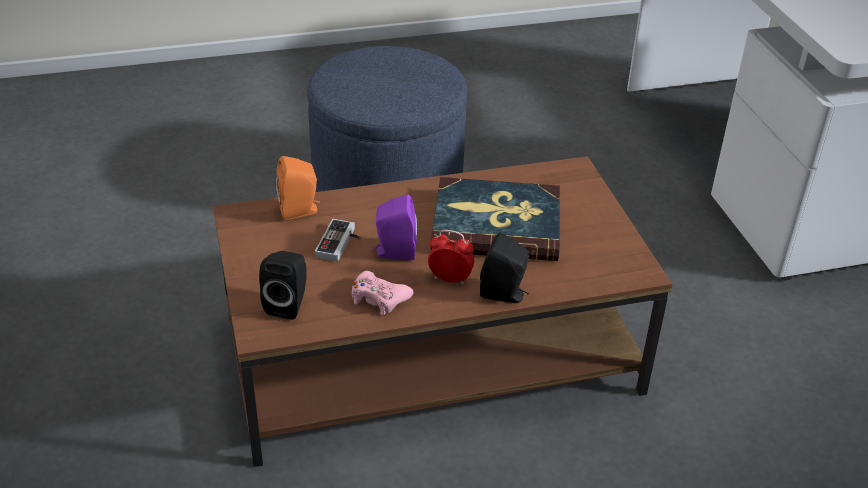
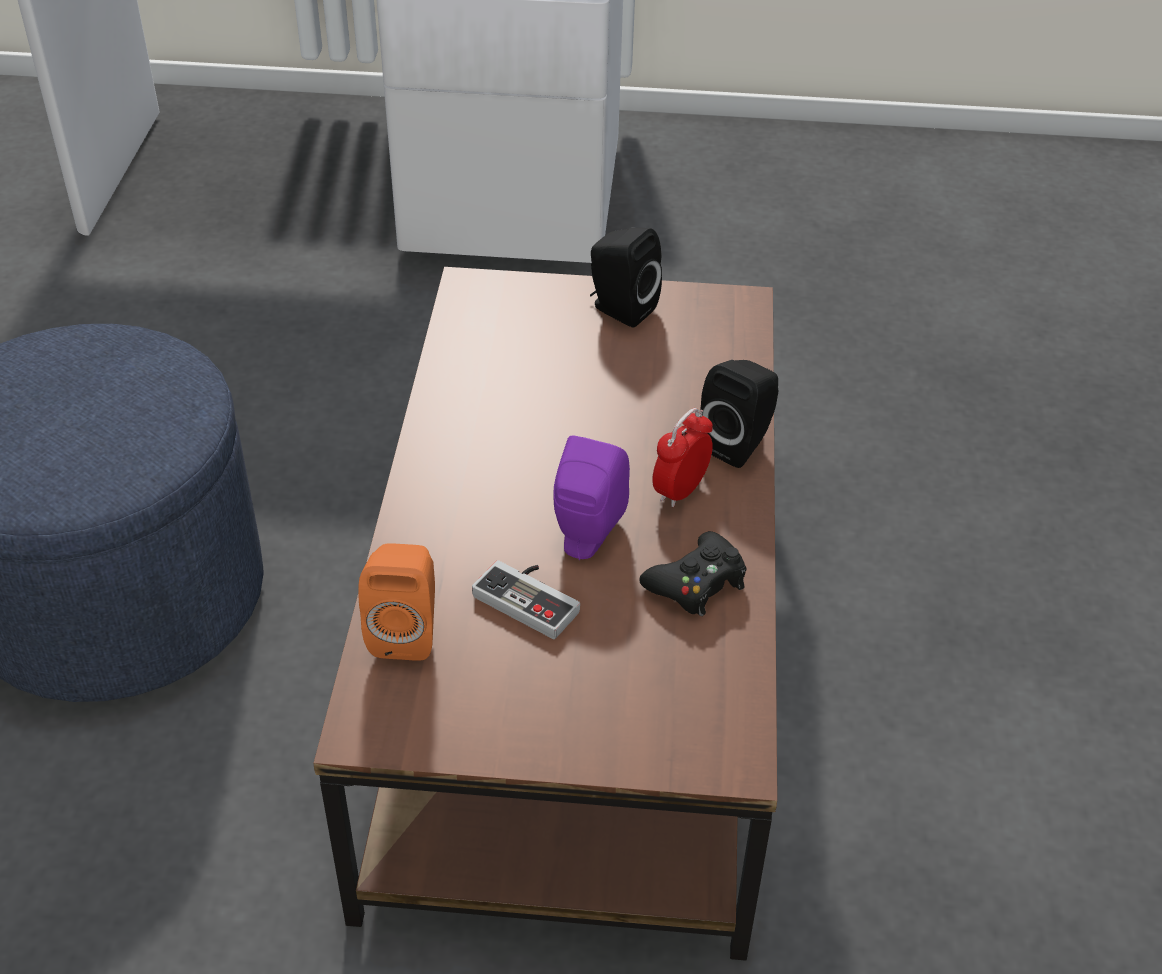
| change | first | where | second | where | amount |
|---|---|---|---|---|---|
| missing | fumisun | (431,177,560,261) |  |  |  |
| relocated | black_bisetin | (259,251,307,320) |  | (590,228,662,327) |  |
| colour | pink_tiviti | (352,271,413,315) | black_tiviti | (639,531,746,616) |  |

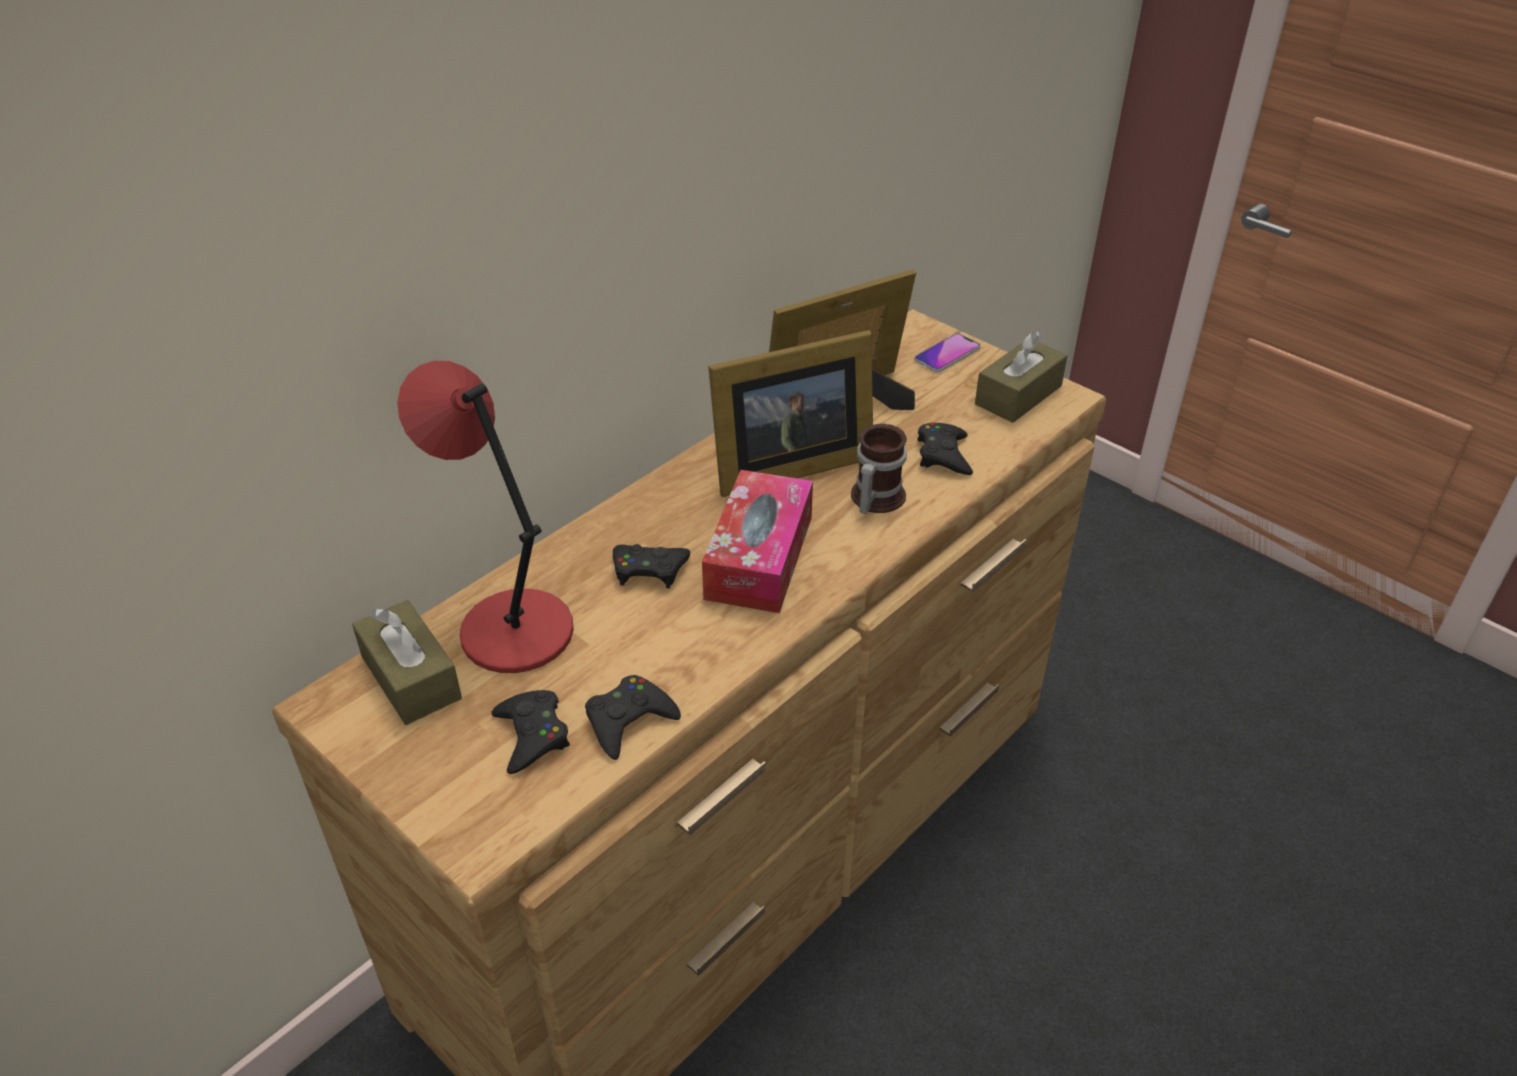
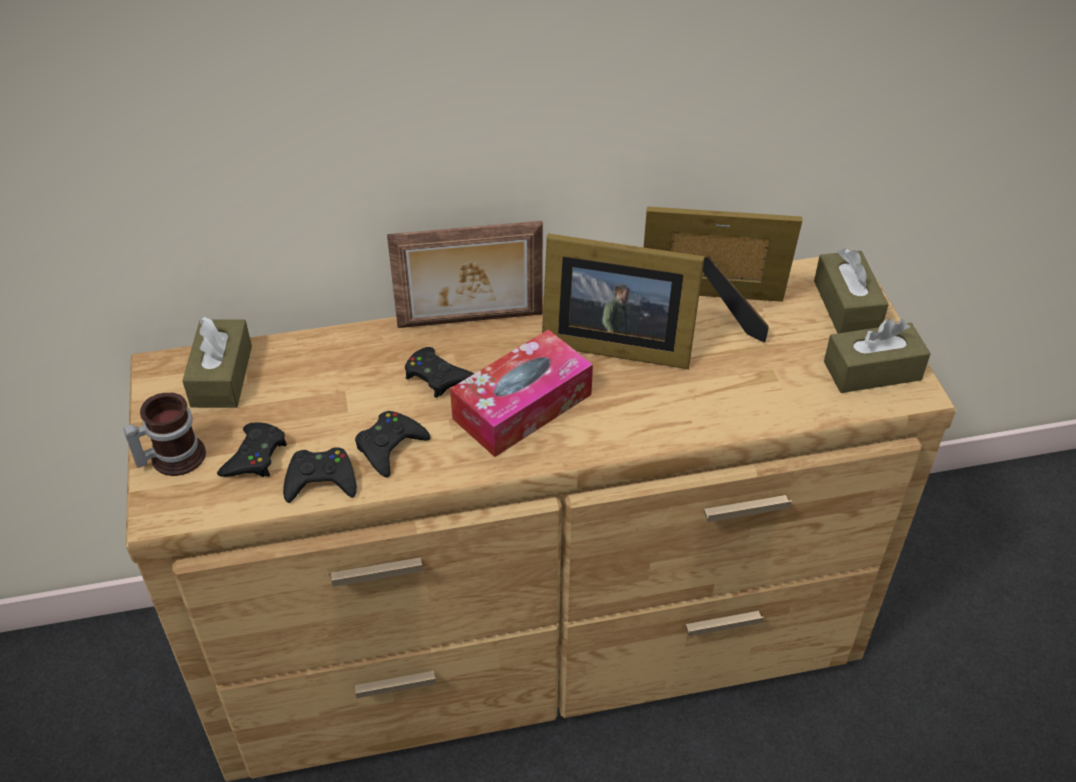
| change | first | where | second | where | amount |
|---|---|---|---|---|---|
| exchanged | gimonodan | (914,333,981,373) | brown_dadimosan | (814,248,889,333) |  |
| missing | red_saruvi | (397,361,574,673) |  |  |  |
| relocated | black_tiviti | (917,422,973,475) |  | (355,411,431,478) |  |
| relocated | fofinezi | (851,424,907,514) |  | (123,393,206,476) |  |
| appeared |  |  | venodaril | (387,221,543,328) |  |

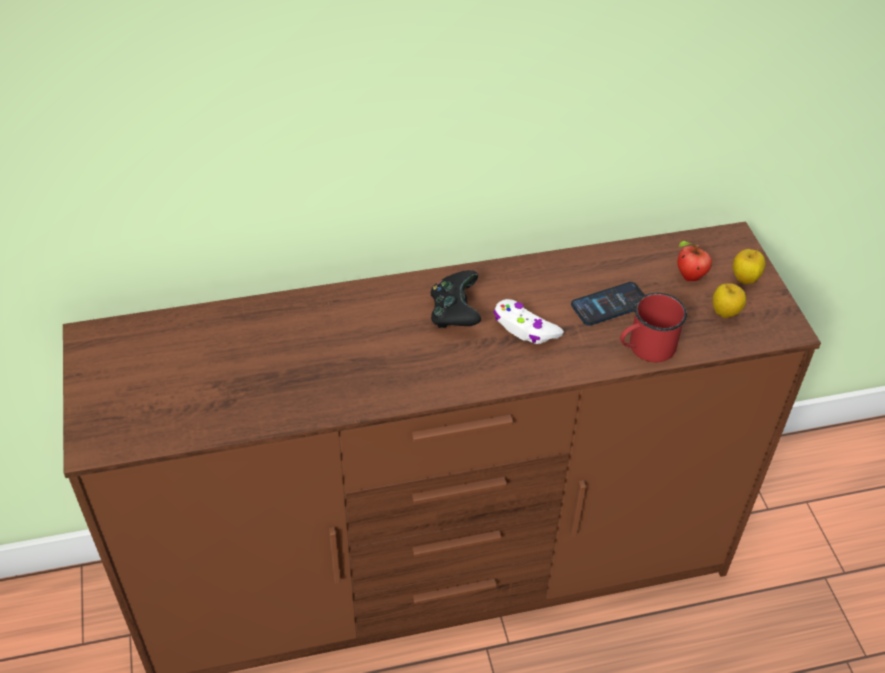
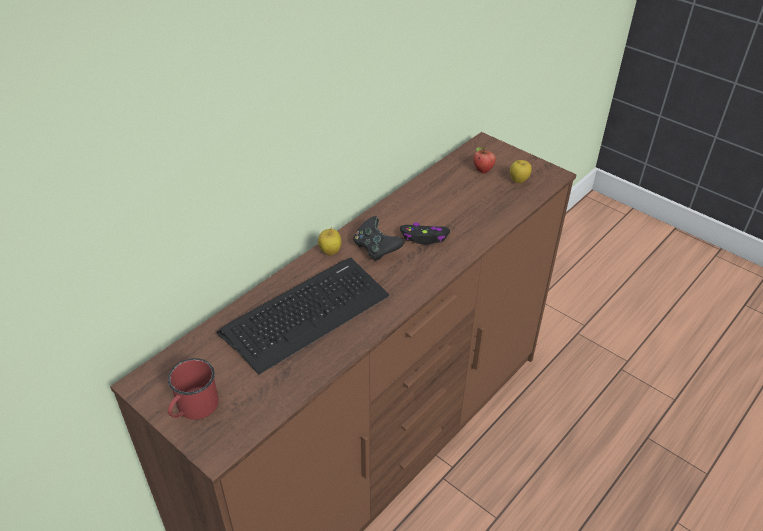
| change | first | where | second | where | amount |
|---|---|---|---|---|---|
| relocated | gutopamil | (733,249,766,284) |  | (318,227,341,256) |  |
| missing | gimonodan | (571,282,645,326) |  |  |  |
| relocated | red_fofinezi | (620,293,687,362) |  | (168,358,219,420) |  |
| colour | white_tiviti | (493,299,564,344) | black_tiviti | (400,222,450,244) |  |
| appeared |  |  | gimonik | (217,258,389,375) |  |

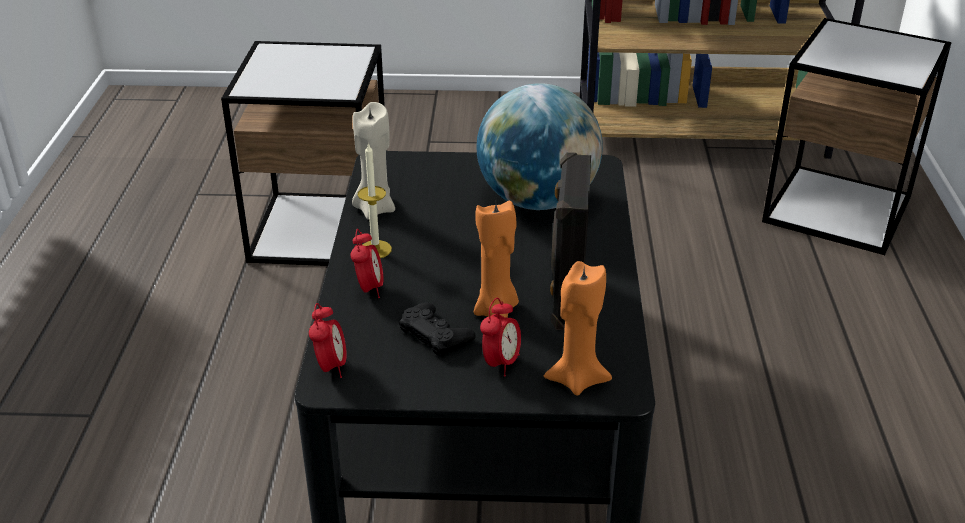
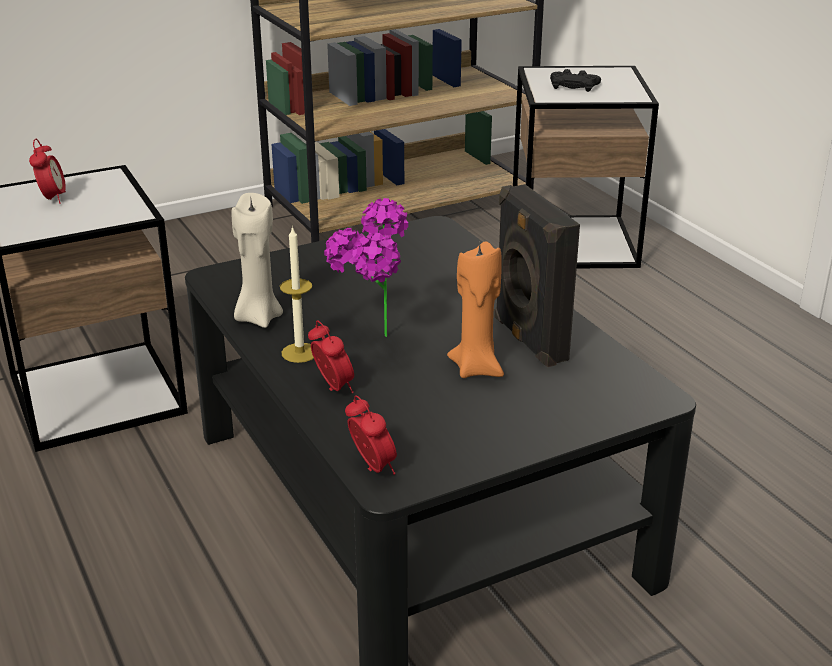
| change | first | where | second | where | amount |
|---|---|---|---|---|---|
| missing | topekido | (476,83,603,210) |  |  |  |
| missing | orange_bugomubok | (544,261,612,396) |  |  |  |
| relocated | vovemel | (480,298,521,376) |  | (29,139,66,204) |  |
| relocated | black_tiviti | (399,302,476,355) |  | (550,69,601,92) |  |
| appeared |  |  | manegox | (324,198,408,337) |  |

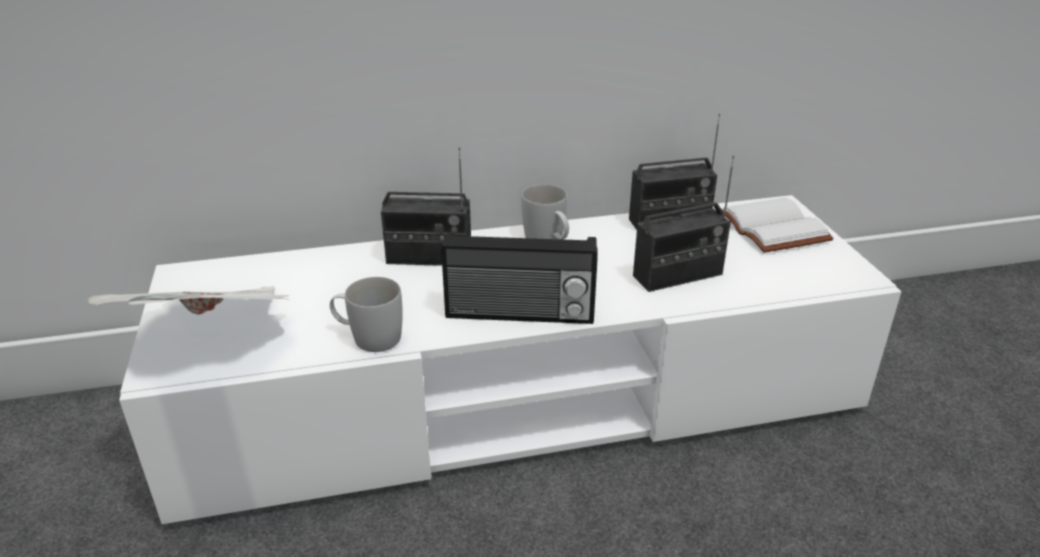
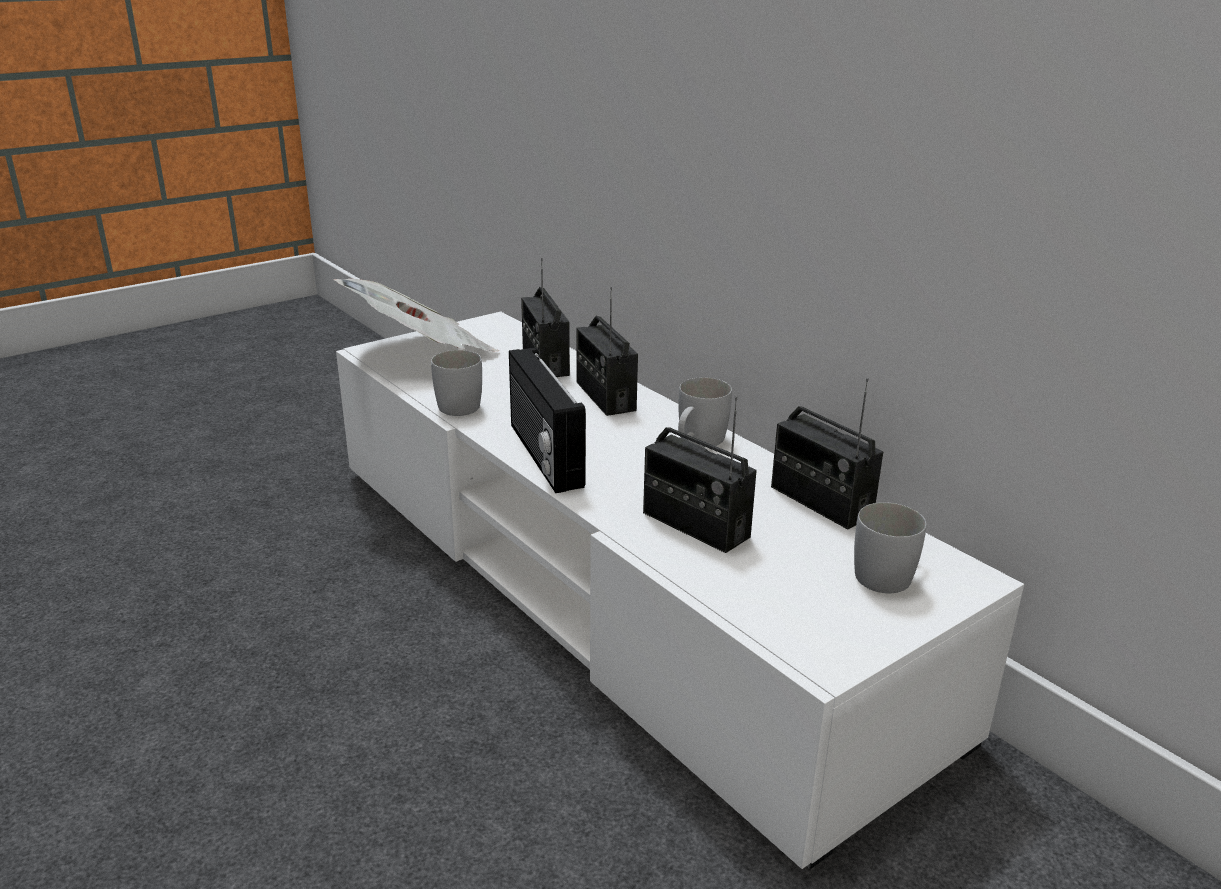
| change | first | where | second | where | amount |
|---|---|---|---|---|---|
| exchanged | white_fumisun | (721,197,834,253) | white_fofinezi | (854,502,926,593) |  |
| appeared |  |  | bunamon | (521,258,570,377) |  |

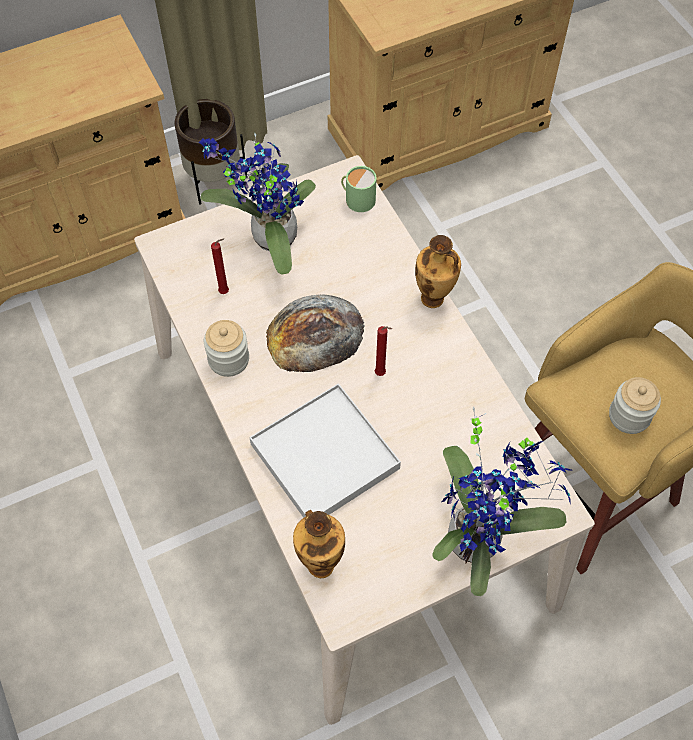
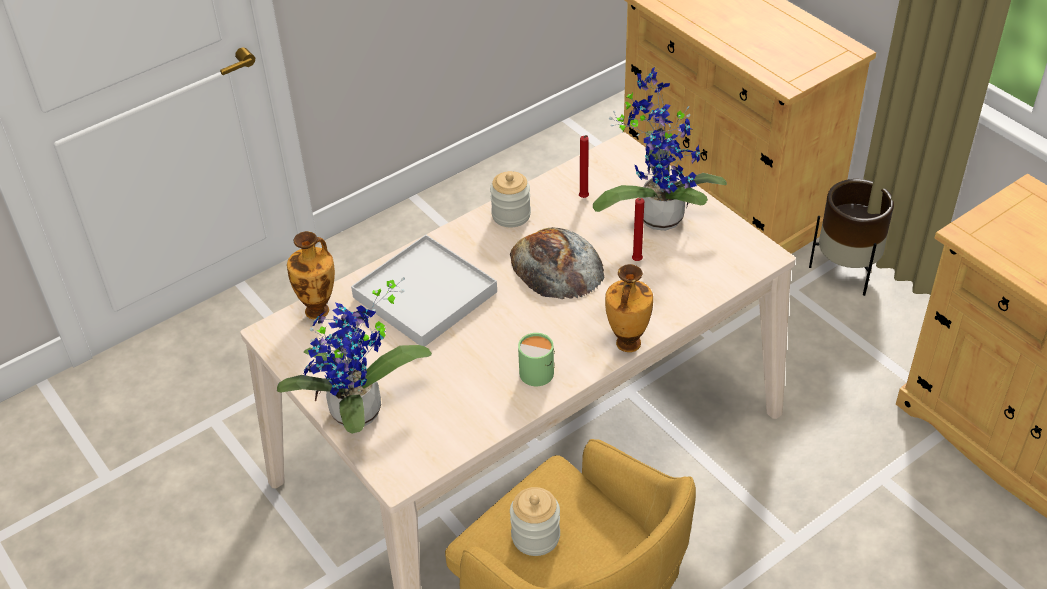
| change | first | where | second | where | amount |
|---|---|---|---|---|---|
| relocated | green_fofinezi | (341,166,376,212) |  | (518,333,555,386) |  |
| relocated | red_bugomubok | (375,326,392,376) |  | (632,198,644,261) |  |

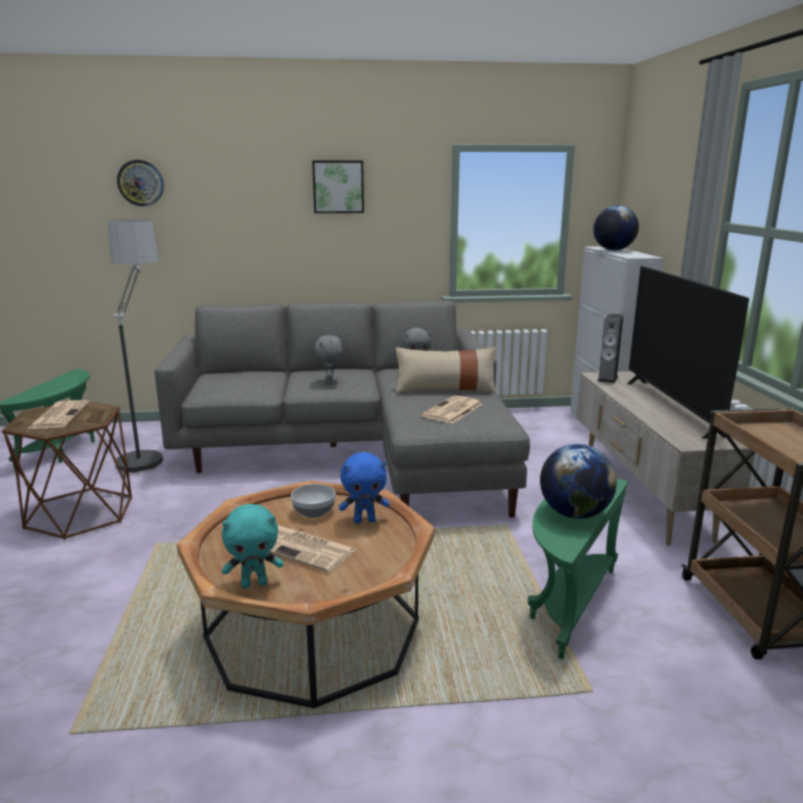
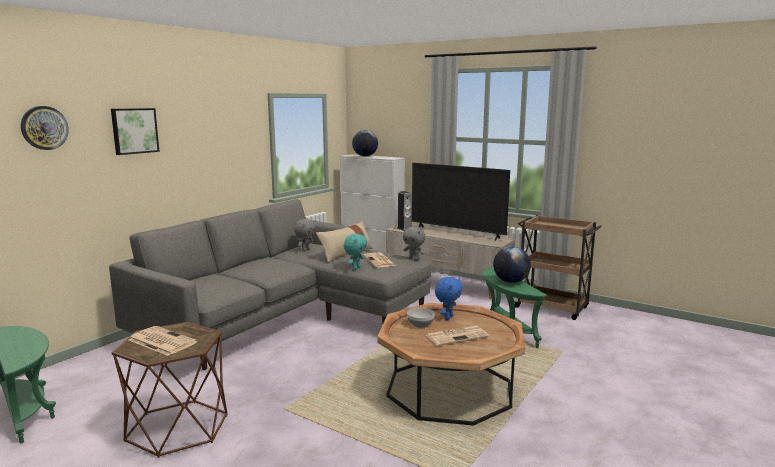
| change | first | where | second | where | amount |
|---|---|---|---|---|---|
| relocated | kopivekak | (312,160,364,213) |  | (111,108,160,155) |  |
| missing | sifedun | (108,219,163,475) |  |  |  |
| relocated | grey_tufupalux | (315,335,342,384) |  | (403,226,426,260) |  |
| relocated | turquoise_tufupalux | (222,504,284,588) |  | (344,234,367,270) |  |

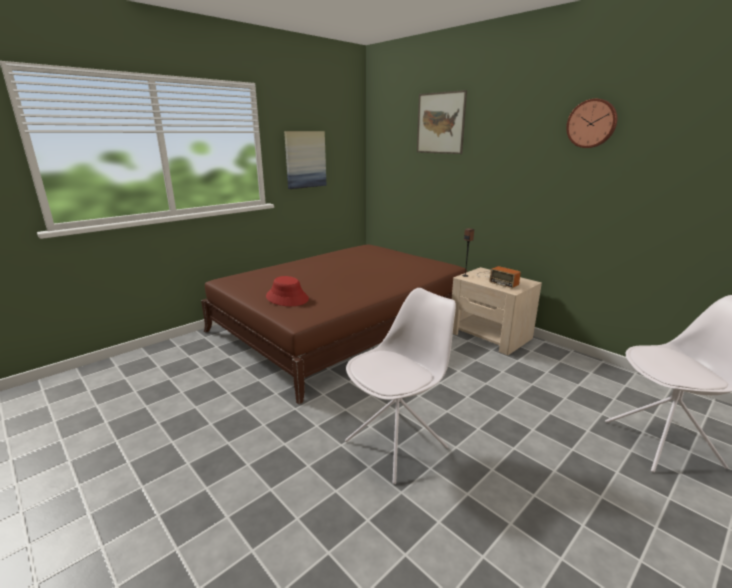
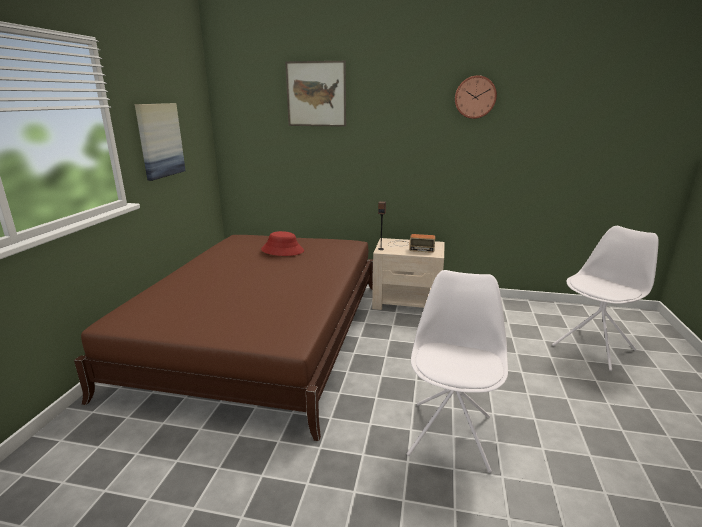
| change | first | where | second | where | amount |
|---|---|---|---|---|---|
| relocated | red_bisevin | (266,276,309,306) |  | (261,231,304,256) |  |

